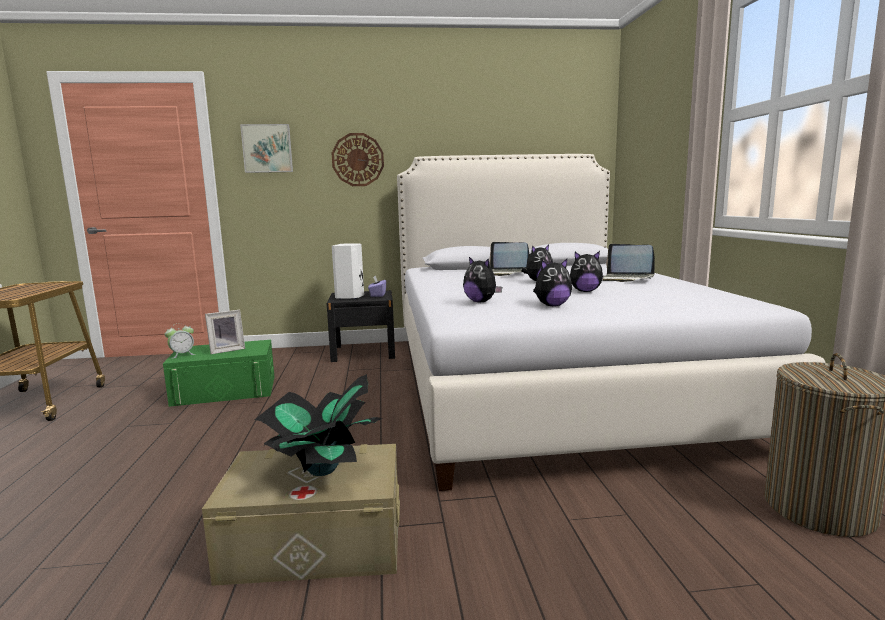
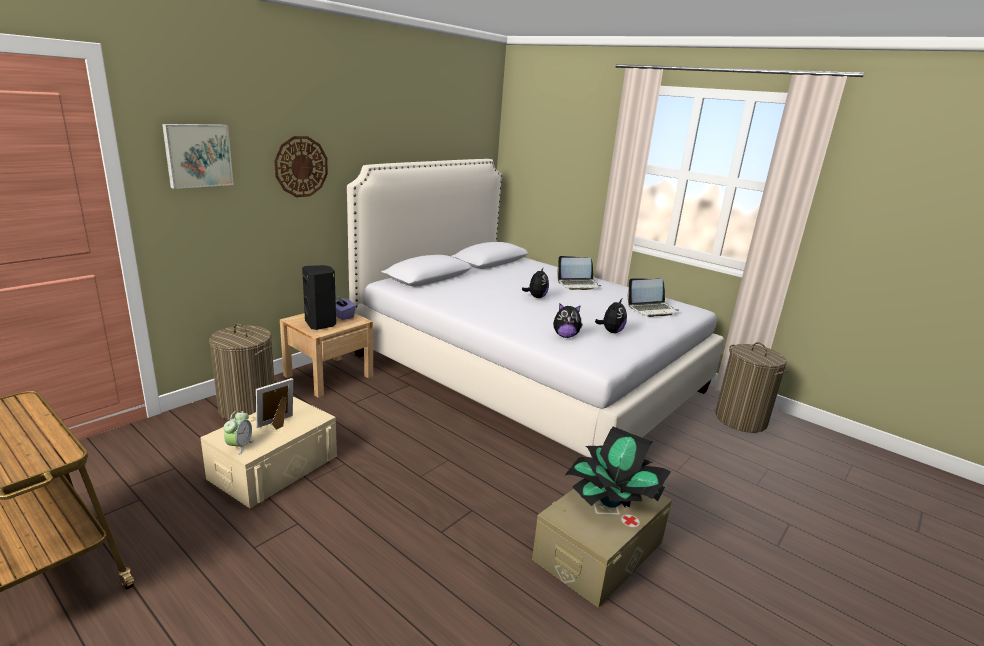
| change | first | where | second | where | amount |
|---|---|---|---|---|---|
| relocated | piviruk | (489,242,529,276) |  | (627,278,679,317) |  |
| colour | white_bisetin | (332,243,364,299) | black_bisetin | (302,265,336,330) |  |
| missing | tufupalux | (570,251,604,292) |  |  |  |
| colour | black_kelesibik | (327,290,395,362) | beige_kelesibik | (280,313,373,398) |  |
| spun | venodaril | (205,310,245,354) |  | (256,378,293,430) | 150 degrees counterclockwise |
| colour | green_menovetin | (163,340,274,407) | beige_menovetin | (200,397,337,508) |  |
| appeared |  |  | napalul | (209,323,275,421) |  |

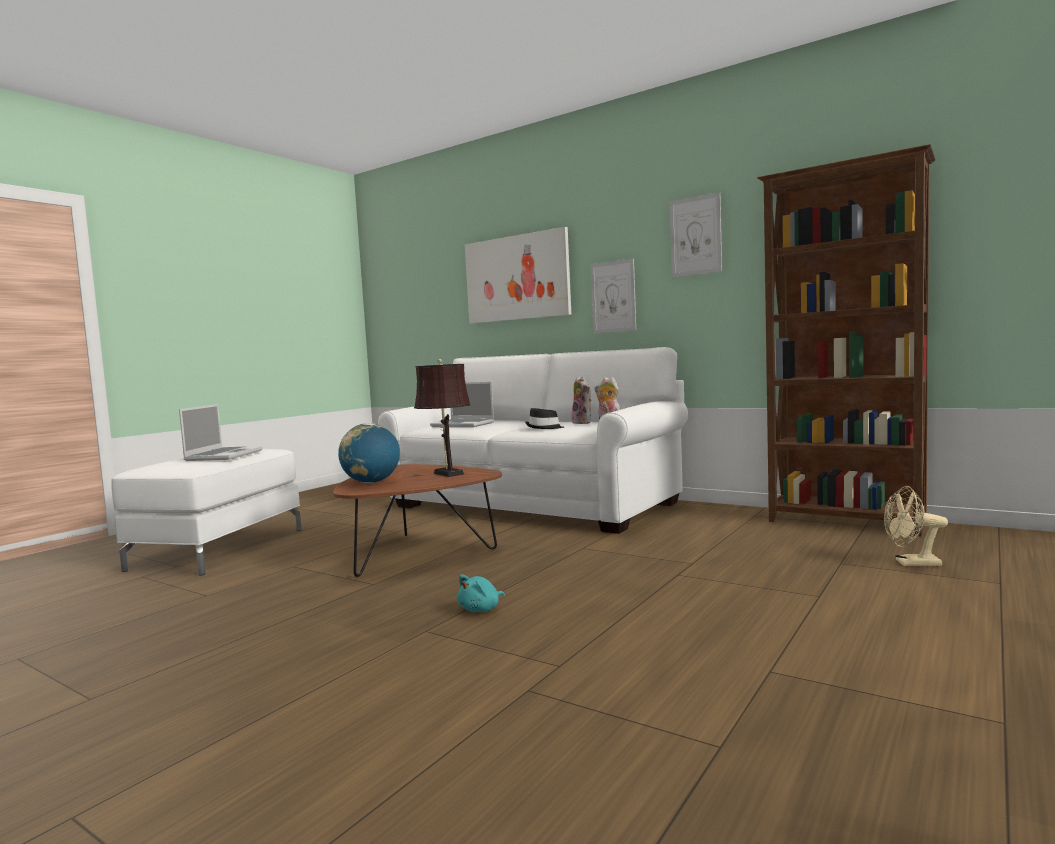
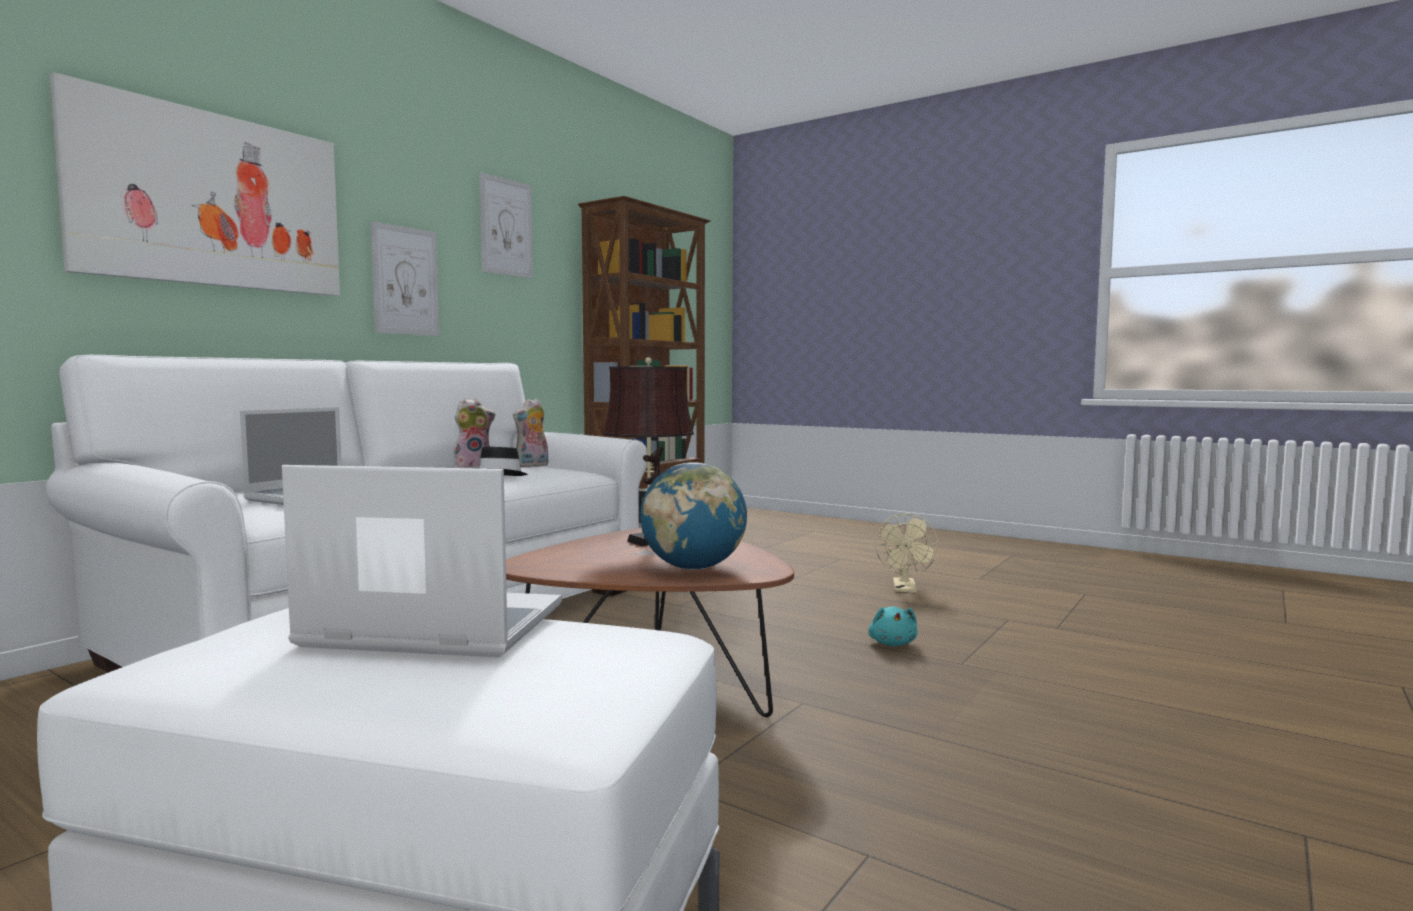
| change | first | where | second | where | amount |
|---|---|---|---|---|---|
| relocated | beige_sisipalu | (884,486,948,566) |  | (875,514,939,593) |  |
| spun | turquoise_tufupalux | (457,574,505,612) |  | (868,606,918,646) | 45 degrees clockwise |

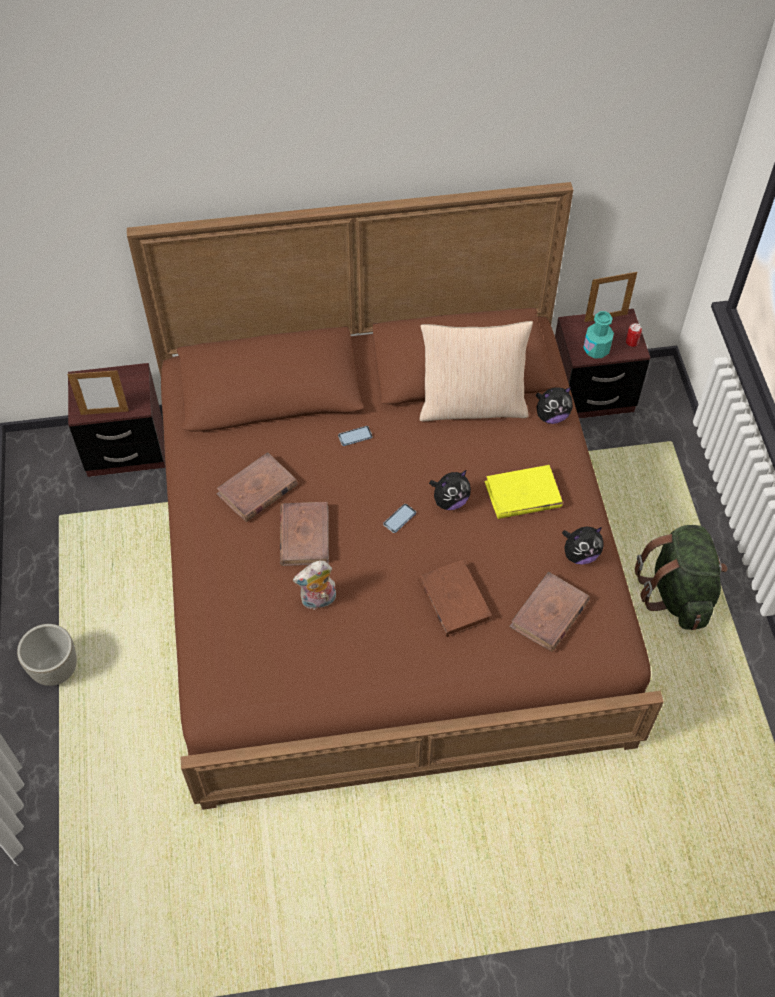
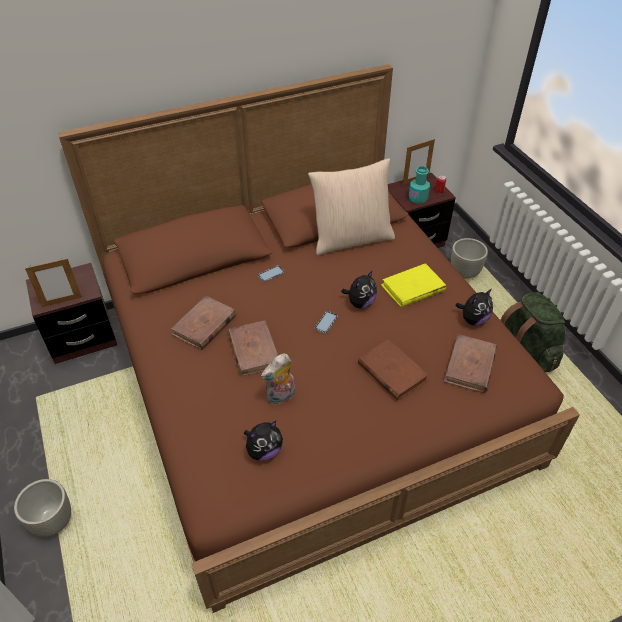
| change | first | where | second | where | amount |
|---|---|---|---|---|---|
| relocated | tufupalux | (535,387,573,424) |  | (244,421,283,461) |  |
| appeared |  |  | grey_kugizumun | (451,238,488,279) |  |

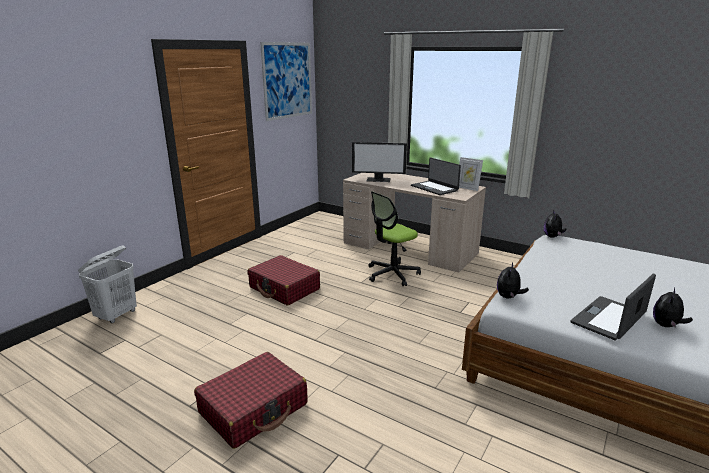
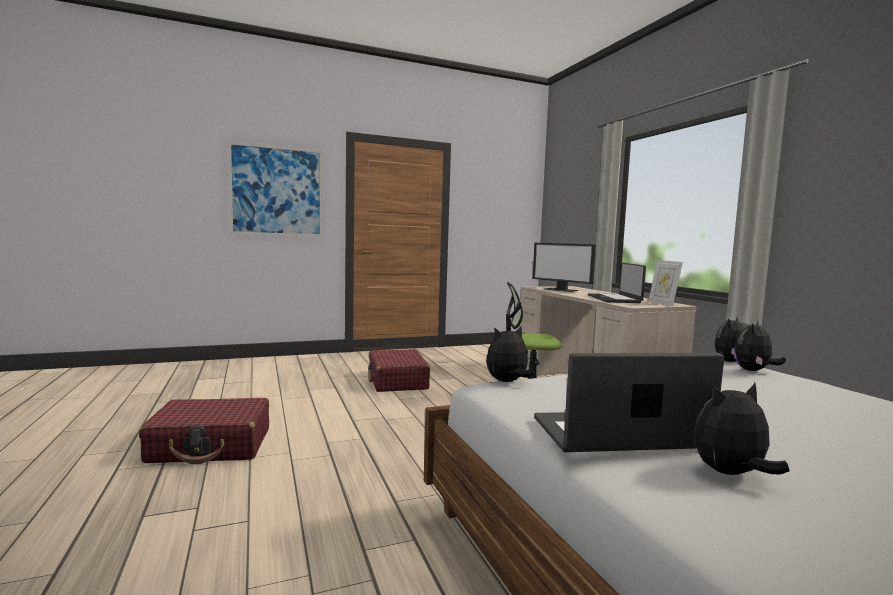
| change | first | where | second | where | amount |
|---|---|---|---|---|---|
| relocated | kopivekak | (260,42,312,121) |  | (227,140,323,238) |  |
| missing | white_napalul | (78,246,137,323) |  |  |  |
| appeared |  |  | tufupalux | (734,320,786,371) |  |

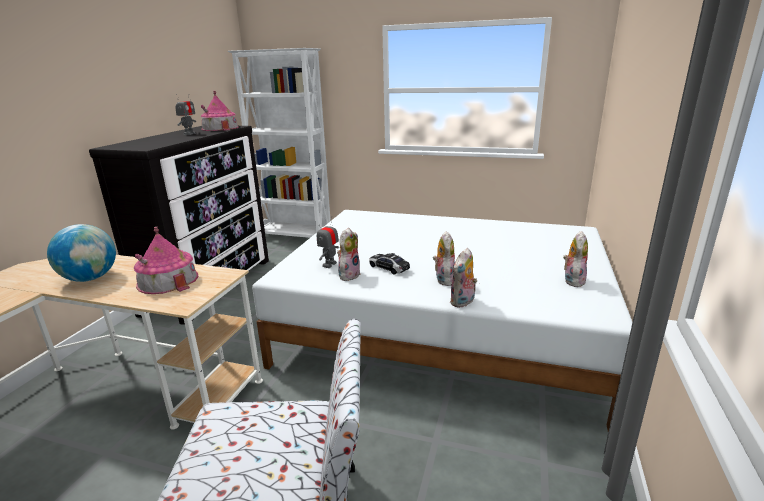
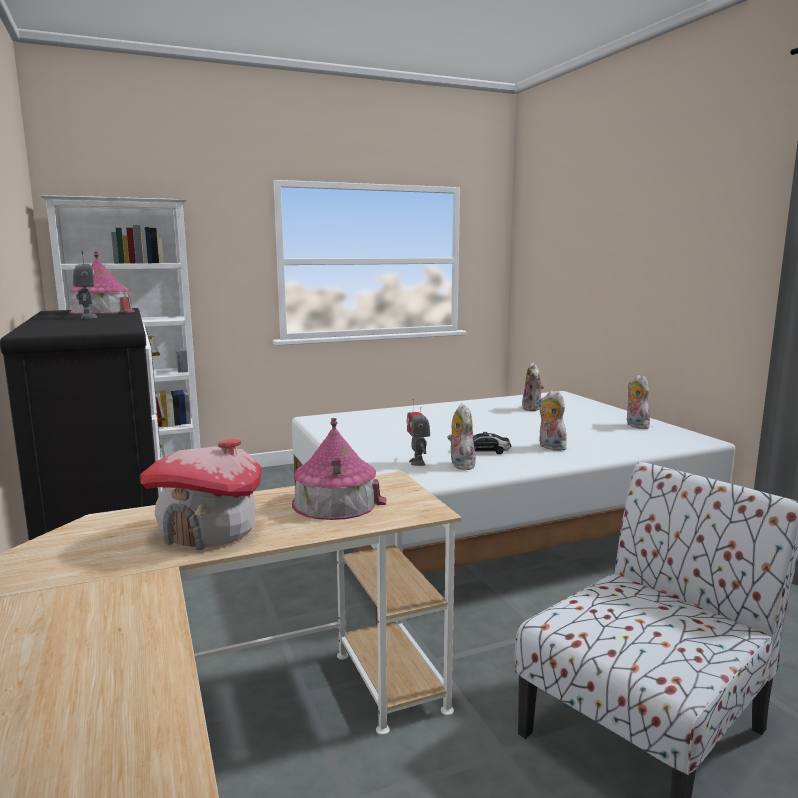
| change | first | where | second | where | amount |
|---|---|---|---|---|---|
| exchanged | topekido | (47,224,116,282) | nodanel | (140,439,261,550) |  |
| relocated | tufupalux | (450,248,477,308) |  | (522,362,544,411) |  |

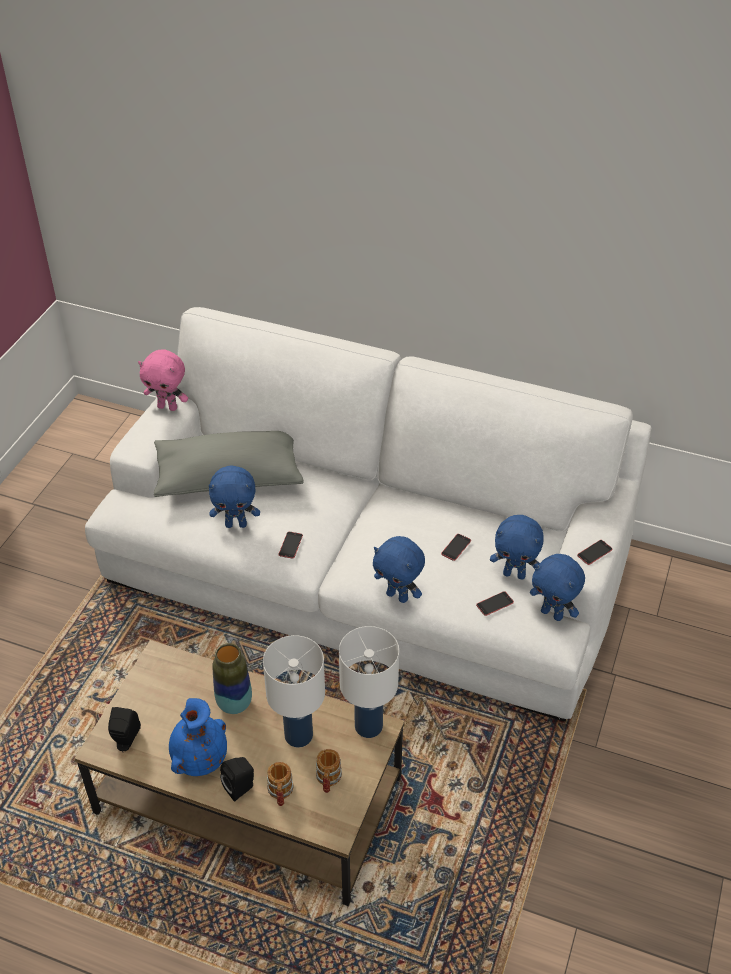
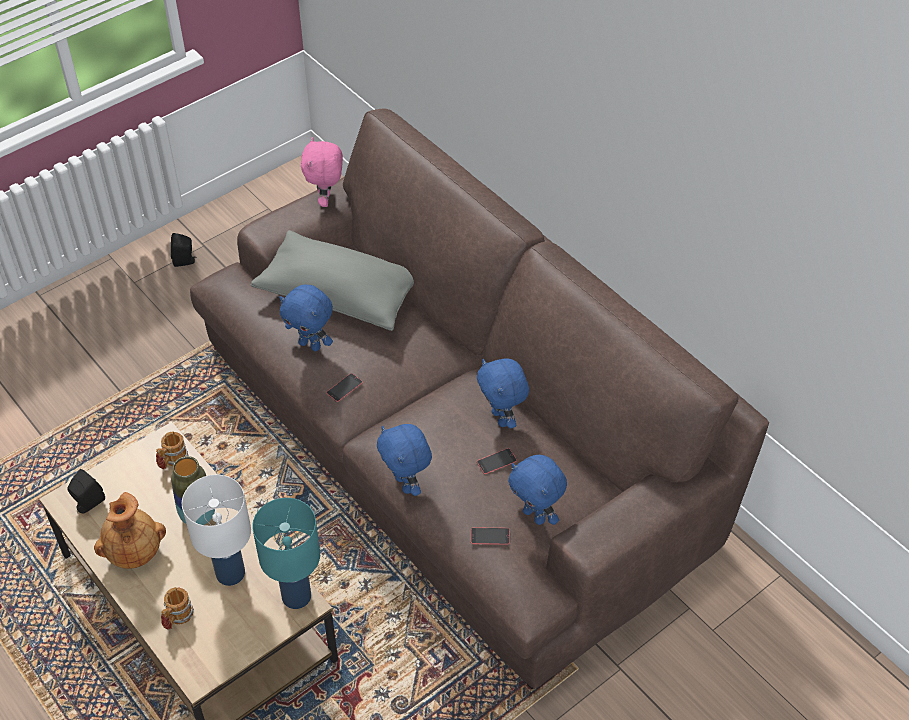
| change | first | where | second | where | amount |
|---|---|---|---|---|---|
| colour | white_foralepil | (85,307,651,722) | brown_foralepil | (190,109,769,689) |  |
| spun | pink_tufupalux | (138,349,188,411) |  | (301,137,343,207) | 45 degrees clockwise |
| missing | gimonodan | (577,540,613,565) |  |  |  |
| relocated | blue_tufupalux | (530,554,585,621) |  | (477,359,529,429) |  |
| colour | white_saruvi | (339,626,399,738) | turquoise_saruvi | (252,498,320,609) |  |
| colour | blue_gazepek | (169,698,227,776) | brown_gazepek | (94,492,166,569) |  |
| relocated | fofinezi | (316,749,342,793) |  | (156,431,188,469) |  |
| relocated | black_bisetin | (220,757,254,802) |  | (171,233,197,267) |  |

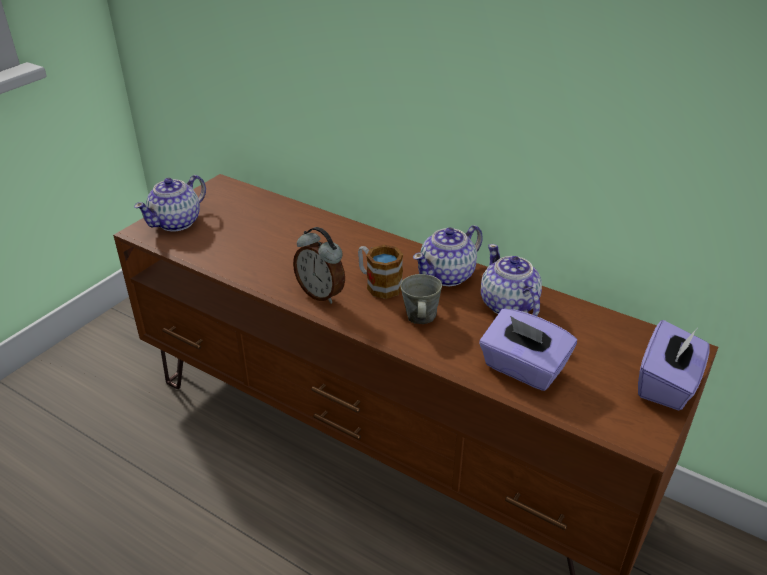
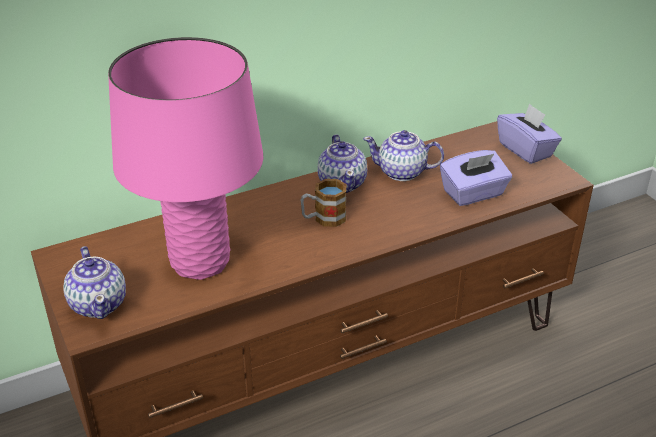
| change | first | where | second | where | amount |
|---|---|---|---|---|---|
| missing | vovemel | (293,227,345,304) |  |  |  |
| missing | grey_fofinezi | (400,274,442,324) |  |  |  |
| appeared |  |  | pink_saruvi | (108,37,263,280) |  |

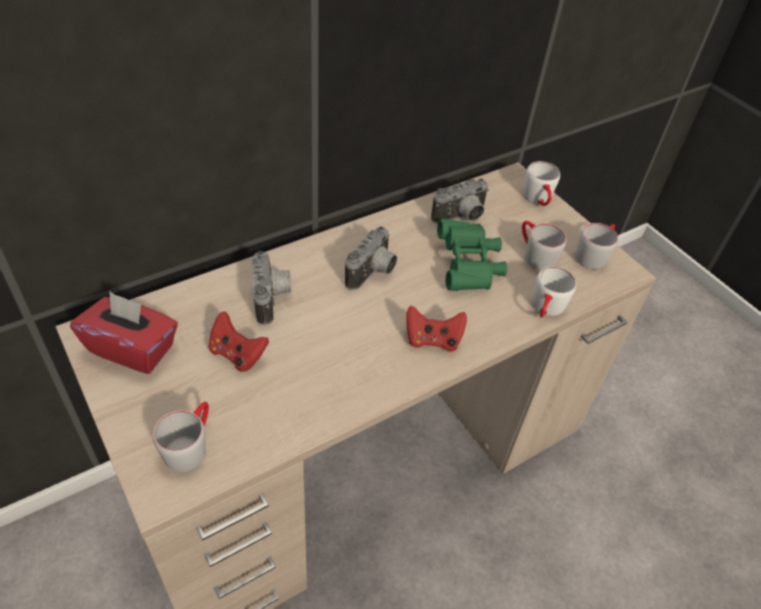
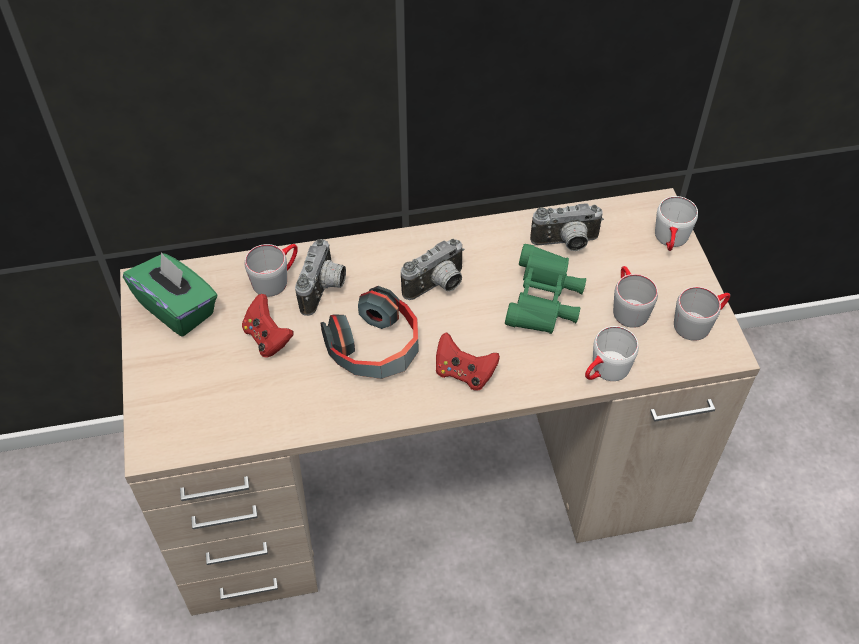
| change | first | where | second | where | amount |
|---|---|---|---|---|---|
| colour | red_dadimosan | (70,291,178,374) | green_dadimosan | (123,252,218,337) |  |
| relocated | grey_fofinezi | (153,402,209,472) |  | (245,244,298,297) |  |
| appeared |  |  | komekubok | (321,286,418,379) |  |

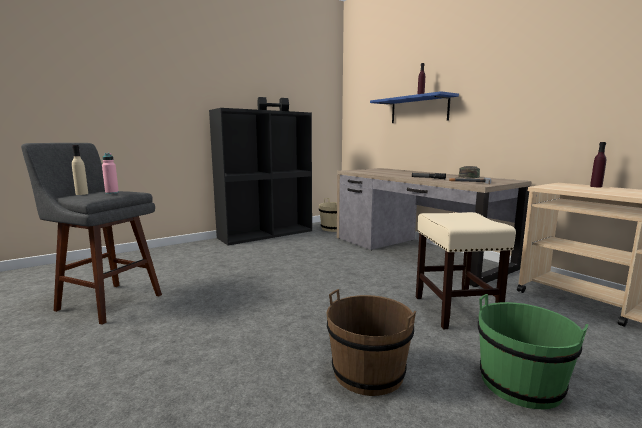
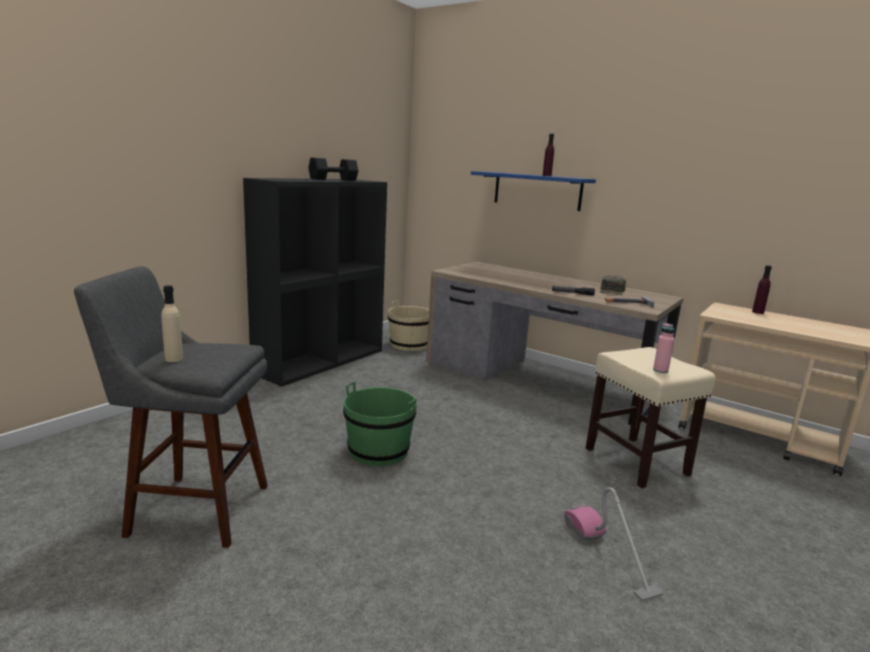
| change | first | where | second | where | amount |
|---|---|---|---|---|---|
| relocated | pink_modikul | (102,153,119,194) |  | (653,323,675,373) |  |
| exchanged | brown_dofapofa | (327,289,416,396) | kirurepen | (564,487,663,601) |  |
| relocated | green_dofapofa | (478,294,589,409) |  | (343,382,417,466) |  |

